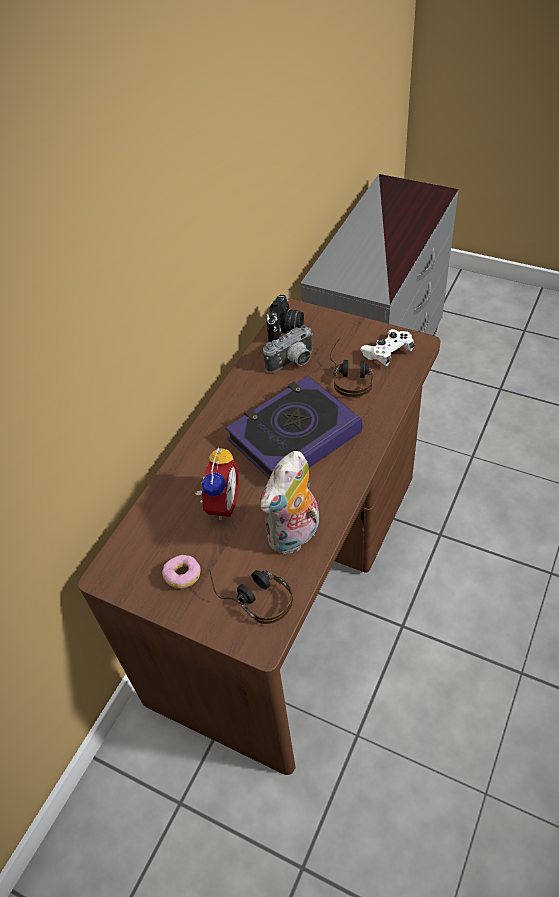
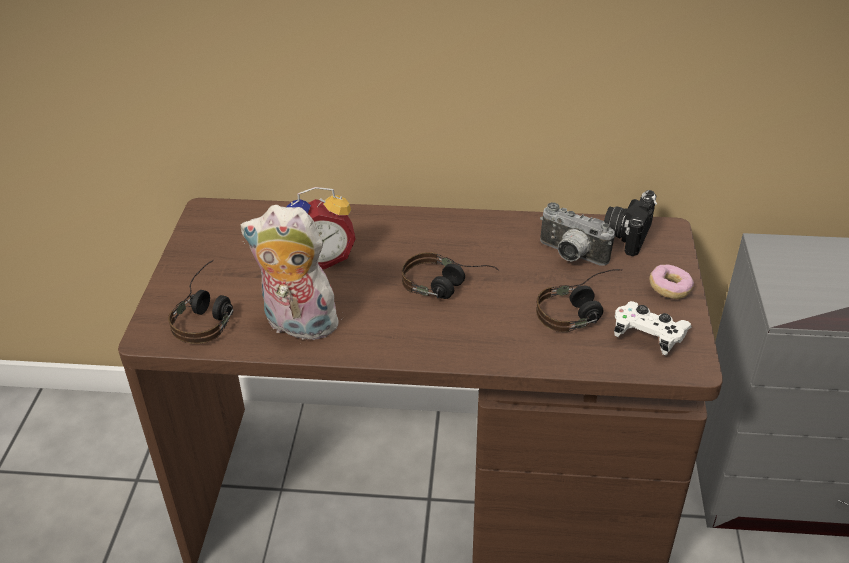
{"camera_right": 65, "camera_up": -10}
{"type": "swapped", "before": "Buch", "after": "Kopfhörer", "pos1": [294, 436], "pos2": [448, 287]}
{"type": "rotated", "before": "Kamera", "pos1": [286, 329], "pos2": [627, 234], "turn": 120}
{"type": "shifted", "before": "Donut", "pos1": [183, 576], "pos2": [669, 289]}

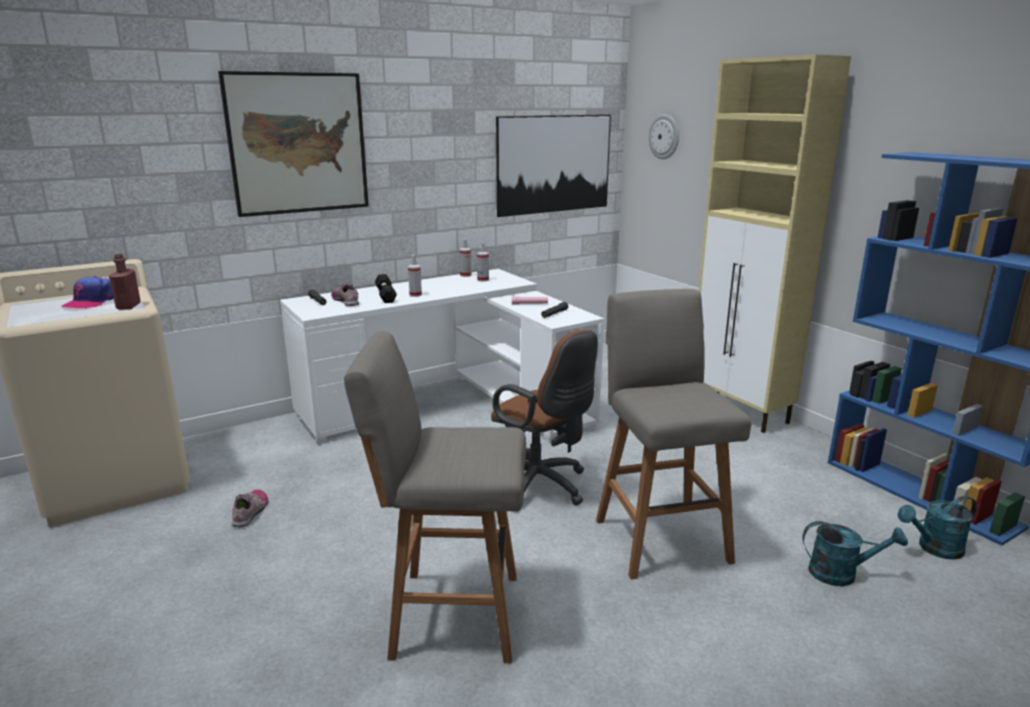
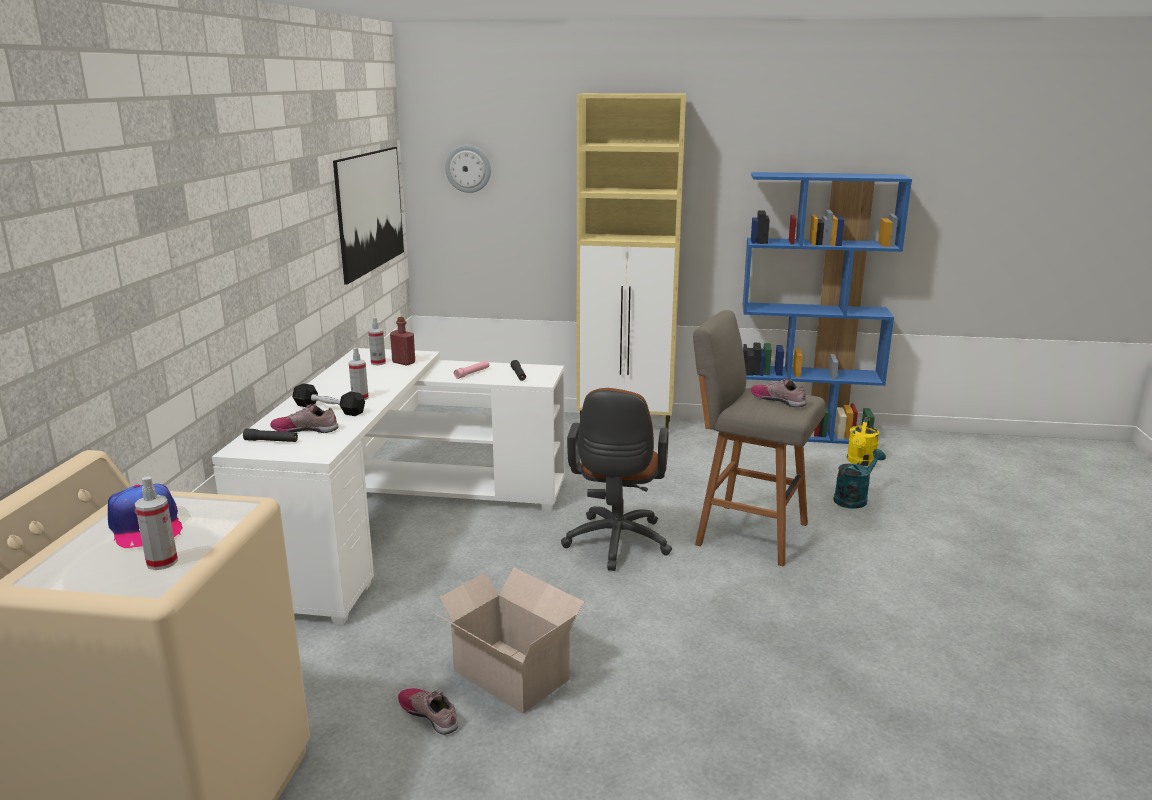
{"camera_right": -50, "camera_up": 0}
{"type": "shifted", "before": "Sprühflasche", "pos1": [465, 275], "pos2": [162, 562]}
{"type": "shifted", "before": "Flasche (rot)", "pos1": [128, 306], "pos2": [403, 362]}
{"type": "new", "after": "Karton", "pos2": [509, 673]}
{"type": "rotated", "before": "Bürostuhl (braun)", "pos1": [541, 487], "pos2": [616, 545], "turn": 105}
{"type": "new", "after": "Schuh", "pos2": [778, 400]}
{"type": "repainted", "before": "Gießkanne (türkis)", "after": "Gießkanne (gelb)", "pos1": [934, 549], "pos2": [860, 462]}
{"type": "gone", "before": "Bild", "pos1": [298, 143]}
{"type": "gone", "before": "Hocker (grau)", "pos1": [450, 614]}

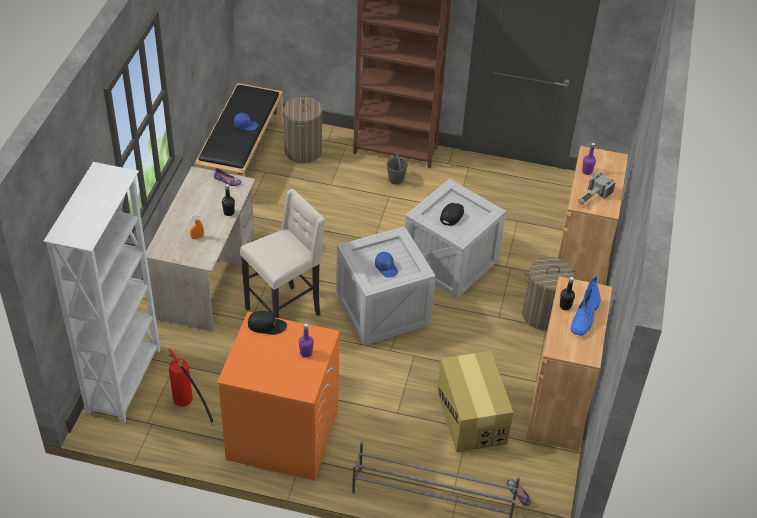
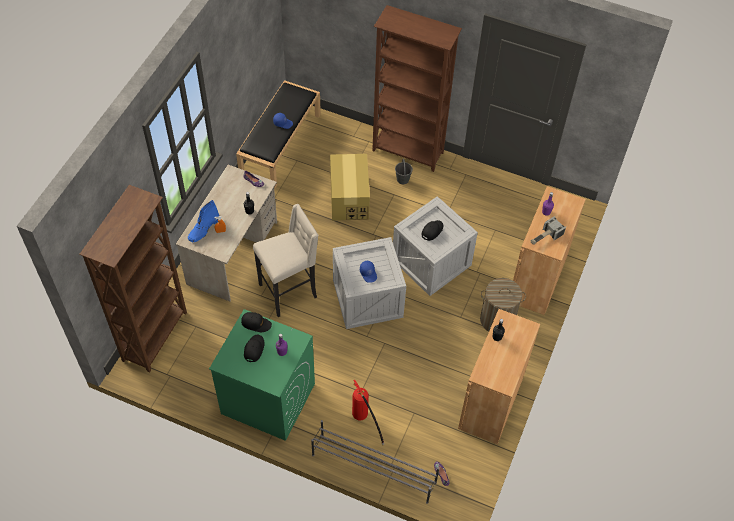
{"camera_right": 10, "camera_up": 10}
{"type": "repainted", "before": "Bücherregal (weiß)", "after": "Bücherregal (braun)", "pos1": [125, 381], "pos2": [156, 336]}
{"type": "shifted", "before": "Stiefel (blau)", "pos1": [584, 318], "pos2": [203, 229]}
{"type": "repainted", "before": "Waschmaschine (orange)", "after": "Waschmaschine (grün)", "pos1": [282, 435], "pos2": [267, 399]}
{"type": "new", "after": "Kappe (schwarz)", "pos2": [254, 349]}
{"type": "shifted", "before": "Karton", "pos1": [471, 417], "pos2": [349, 198]}
{"type": "shifted", "before": "Feuerlöscher", "pos1": [189, 407], "pos2": [364, 421]}
{"type": "gone", "before": "Wäschekorb", "pos1": [303, 151]}

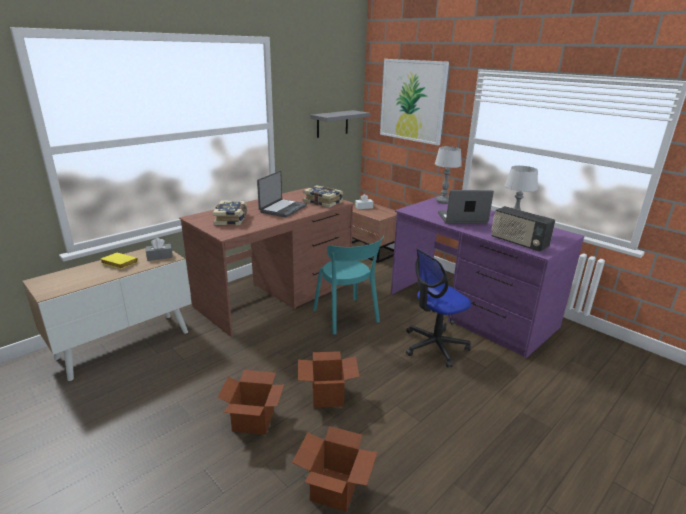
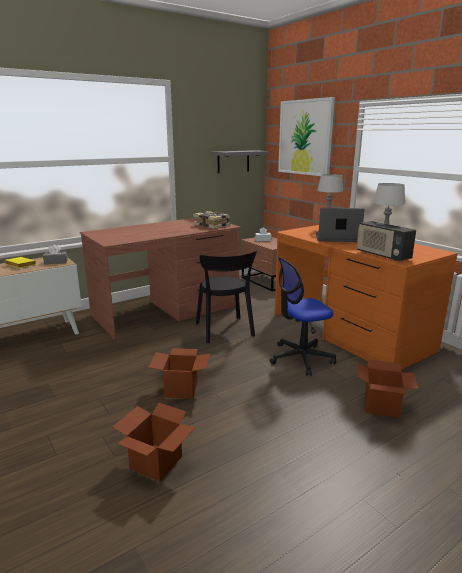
{"camera_right": 10, "camera_up": -5}
{"type": "repainted", "before": "Stuhl (türkis)", "after": "Stuhl (schwarz)", "pos1": [347, 317], "pos2": [225, 331]}
{"type": "repainted", "before": "Schreibtisch (lila)", "after": "Schreibtisch (orange)", "pos1": [470, 310], "pos2": [349, 332]}
{"type": "shifted", "before": "Karton", "pos1": [253, 421], "pos2": [381, 406]}
{"type": "gone", "before": "Buch", "pos1": [232, 219]}
{"type": "gone", "before": "Laptop", "pos1": [282, 209]}

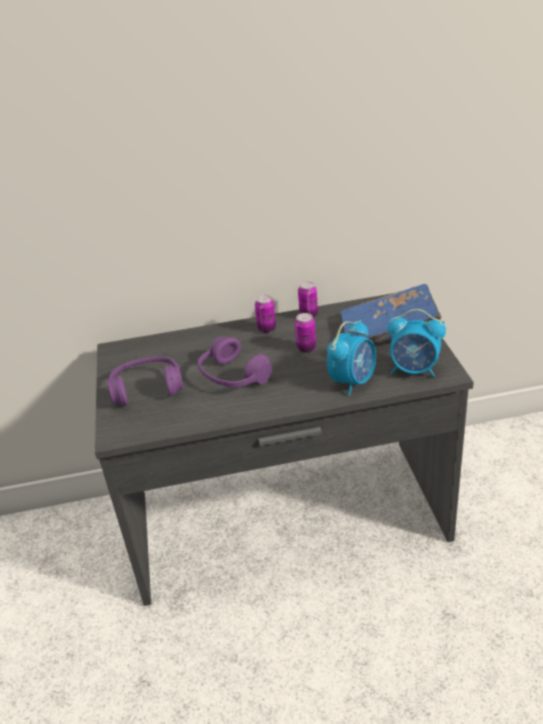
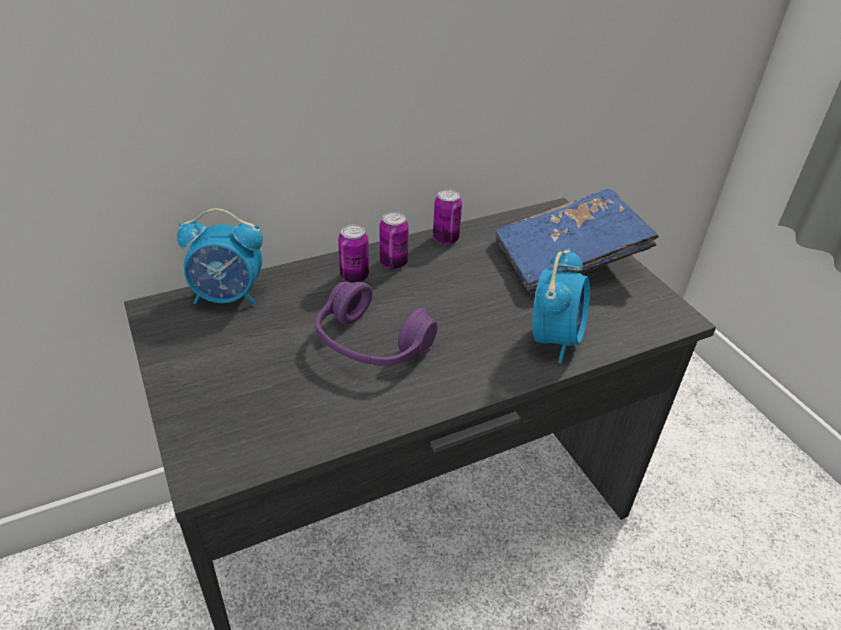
{"camera_right": -20, "camera_up": 5}
{"type": "shifted", "before": "Wecker", "pos1": [414, 370], "pos2": [228, 297]}
{"type": "shifted", "before": "Dose", "pos1": [306, 348], "pos2": [354, 276]}
{"type": "gone", "before": "Kopfhörer (lila)", "pos1": [147, 389]}

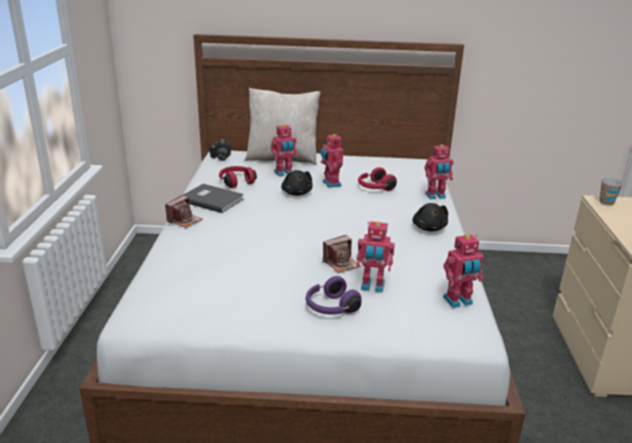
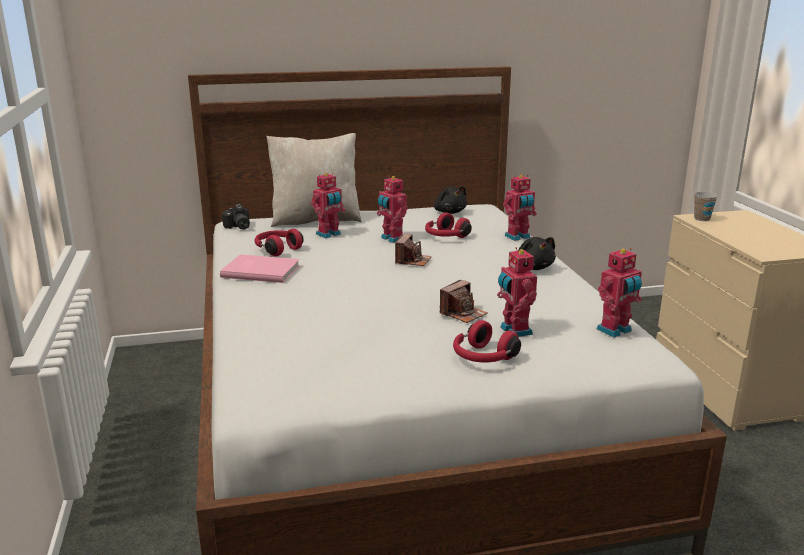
{"camera_right": -15, "camera_up": -5}
{"type": "repainted", "before": "Buch (grau)", "after": "Buch (rosa)", "pos1": [212, 199], "pos2": [260, 270]}
{"type": "shifted", "before": "Kamera", "pos1": [184, 220], "pos2": [412, 261]}
{"type": "shifted", "before": "Plüschtier (schwarz)", "pos1": [297, 193], "pos2": [449, 212]}
{"type": "repainted", "before": "Kopfhörer (lila)", "after": "Kopfhörer (rot)", "pos1": [330, 307], "pos2": [483, 358]}
{"type": "rotated", "before": "Spielzeugroboter", "pos1": [372, 287], "pos2": [514, 331], "turn": 75}

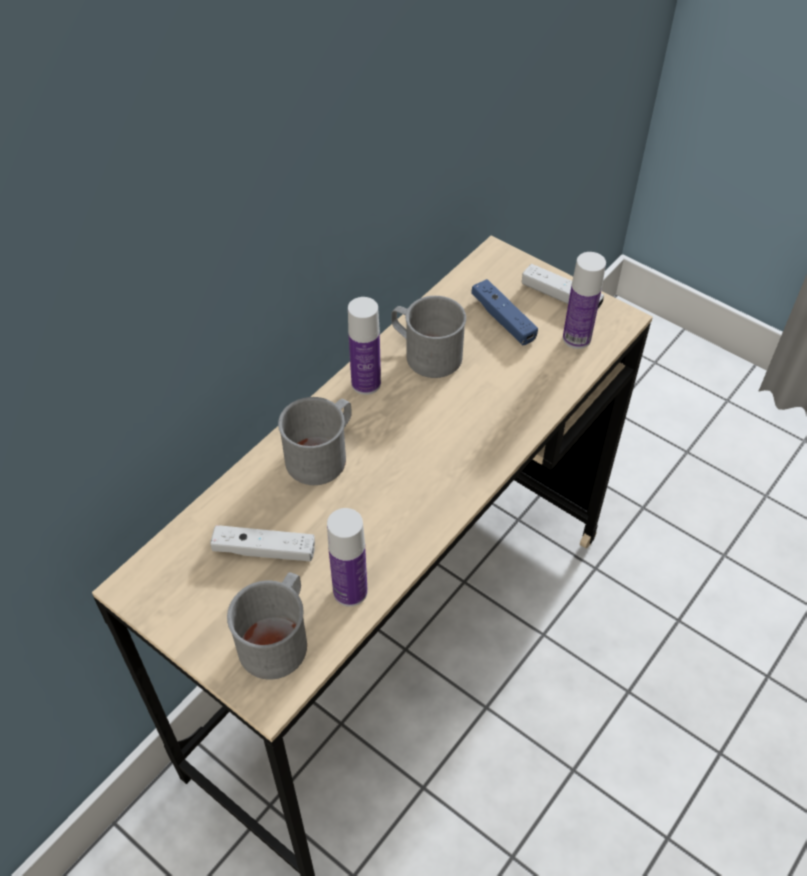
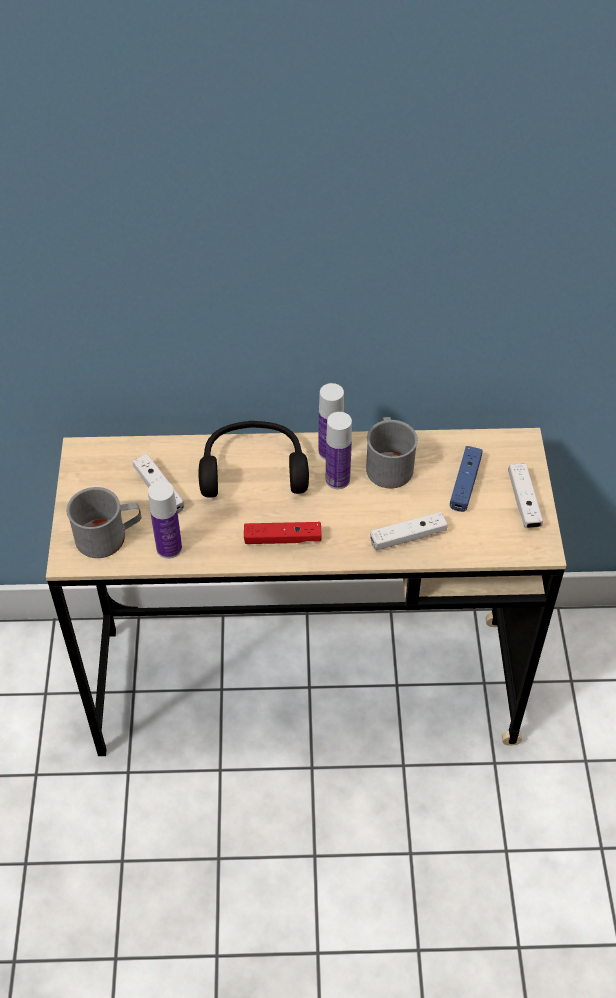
{"camera_right": 50, "camera_up": 0}
{"type": "swapped", "before": "Henkelbecher (grau)", "after": "Kopfhörer (schwarz)", "pos1": [322, 454], "pos2": [253, 468]}
{"type": "new", "after": "Gamepad (rot)", "pos2": [282, 539]}
{"type": "shifted", "before": "Flasche", "pos1": [576, 338], "pos2": [337, 480]}
{"type": "new", "after": "Gamepad (weiß)", "pos2": [408, 537]}

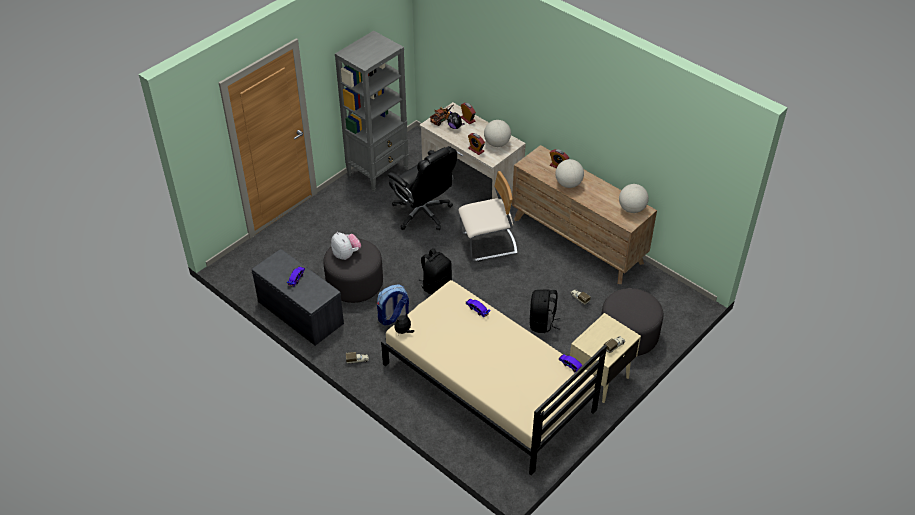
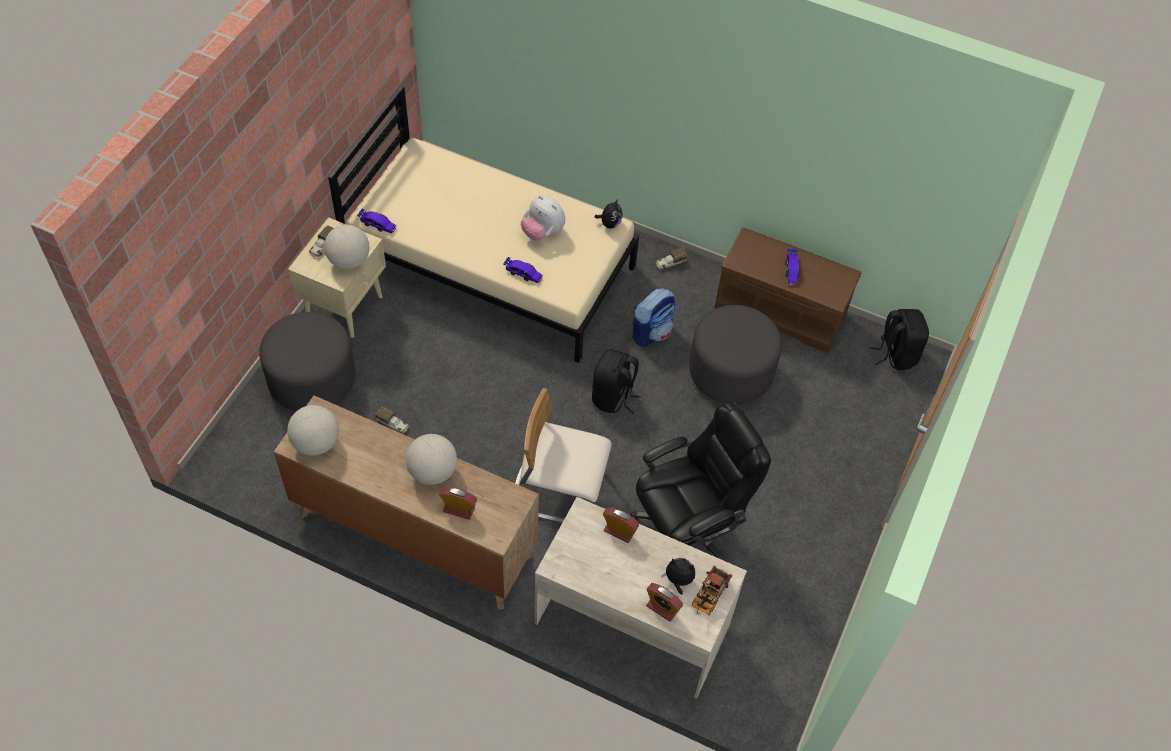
{"camera_right": 160, "camera_up": 10}
{"type": "shifted", "before": "Globus", "pos1": [497, 143], "pos2": [349, 261]}
{"type": "rotated", "before": "Stuhl (beige)", "pos1": [488, 244], "pos2": [558, 490], "turn": 45}
{"type": "shifted", "before": "Plüschtier", "pos1": [346, 254], "pos2": [542, 232]}
{"type": "rotated", "before": "Bürostuhl (schwarz)", "pos1": [423, 213], "pos2": [688, 528], "turn": 120}
{"type": "repainted", "before": "Bank (grau)", "after": "Bank (braun)", "pos1": [299, 312], "pos2": [782, 310]}
{"type": "shifted", "before": "Rucksack (schwarz)", "pos1": [542, 323], "pos2": [896, 354]}
{"type": "gone", "before": "Bücherregal (grau)", "pos1": [378, 171]}

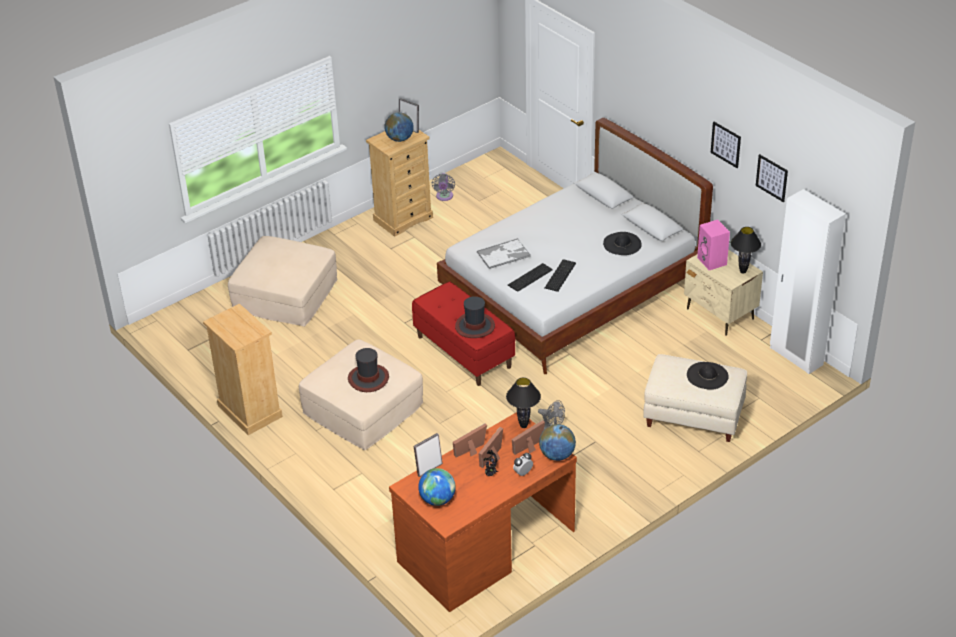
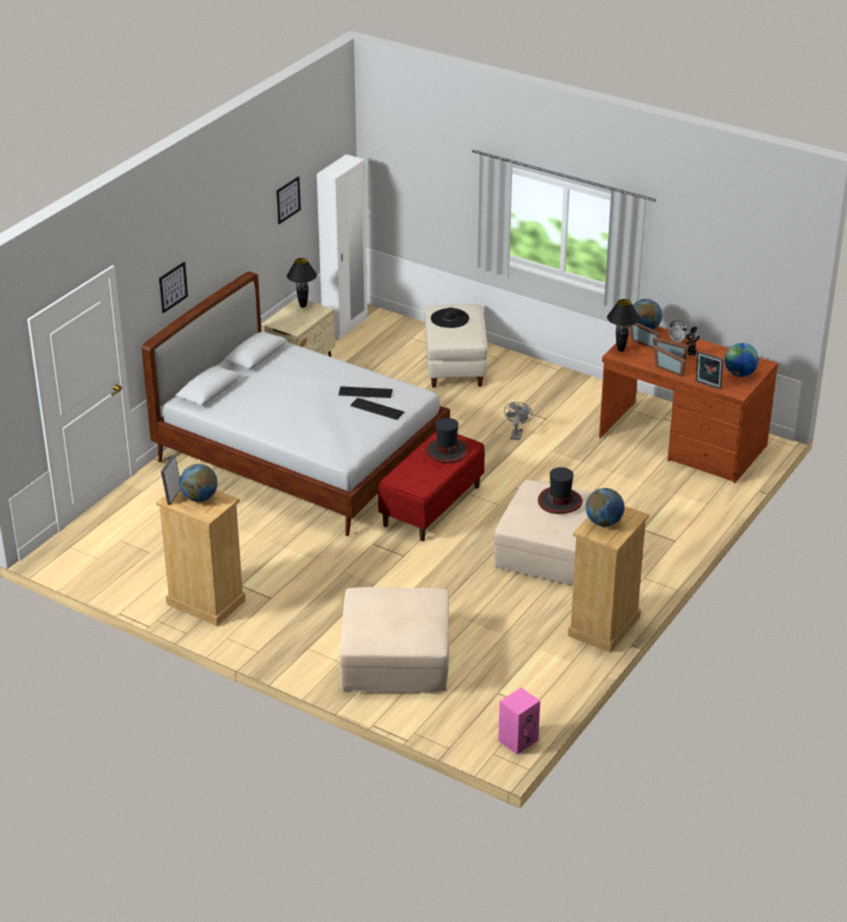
{"camera_right": -110, "camera_up": -5}
{"type": "shifted", "before": "Bild", "pos1": [726, 144], "pos2": [173, 287]}
{"type": "shifted", "before": "Lautsprecher (rosa)", "pos1": [712, 261], "pos2": [518, 739]}
{"type": "new", "after": "Globus", "pos2": [604, 522]}
{"type": "gone", "before": "Ventilator (grau)", "pos1": [444, 197]}
{"type": "gone", "before": "Tablett", "pos1": [504, 254]}
{"type": "gone", "before": "Hut (schwarz)", "pos1": [622, 244]}

